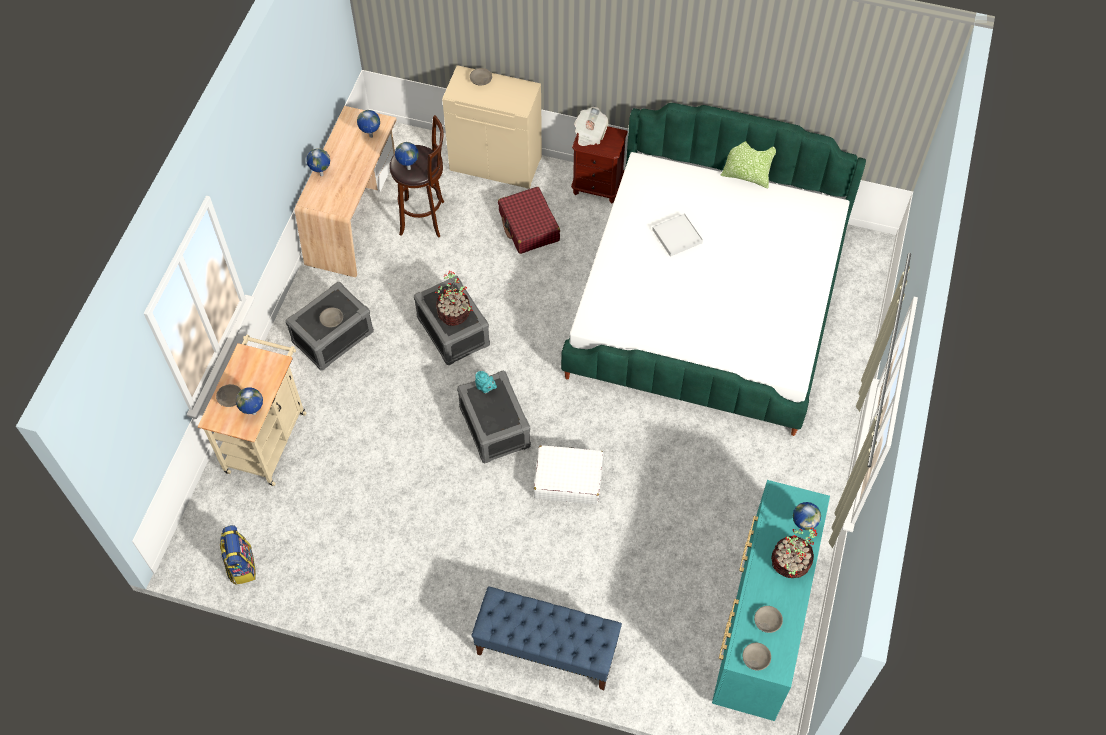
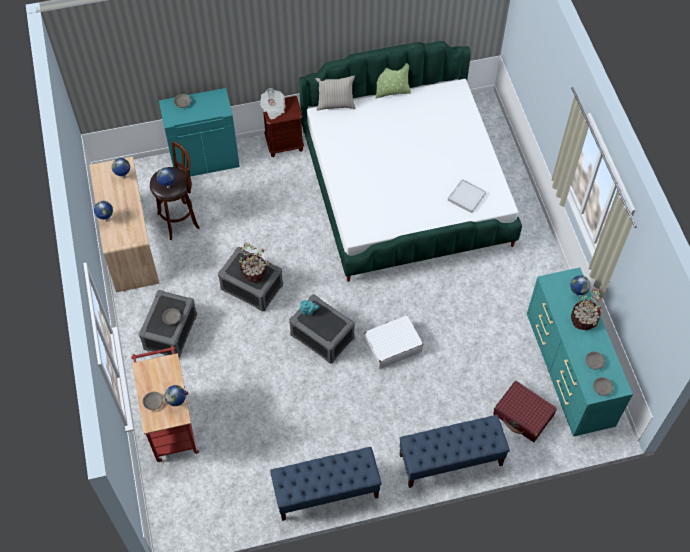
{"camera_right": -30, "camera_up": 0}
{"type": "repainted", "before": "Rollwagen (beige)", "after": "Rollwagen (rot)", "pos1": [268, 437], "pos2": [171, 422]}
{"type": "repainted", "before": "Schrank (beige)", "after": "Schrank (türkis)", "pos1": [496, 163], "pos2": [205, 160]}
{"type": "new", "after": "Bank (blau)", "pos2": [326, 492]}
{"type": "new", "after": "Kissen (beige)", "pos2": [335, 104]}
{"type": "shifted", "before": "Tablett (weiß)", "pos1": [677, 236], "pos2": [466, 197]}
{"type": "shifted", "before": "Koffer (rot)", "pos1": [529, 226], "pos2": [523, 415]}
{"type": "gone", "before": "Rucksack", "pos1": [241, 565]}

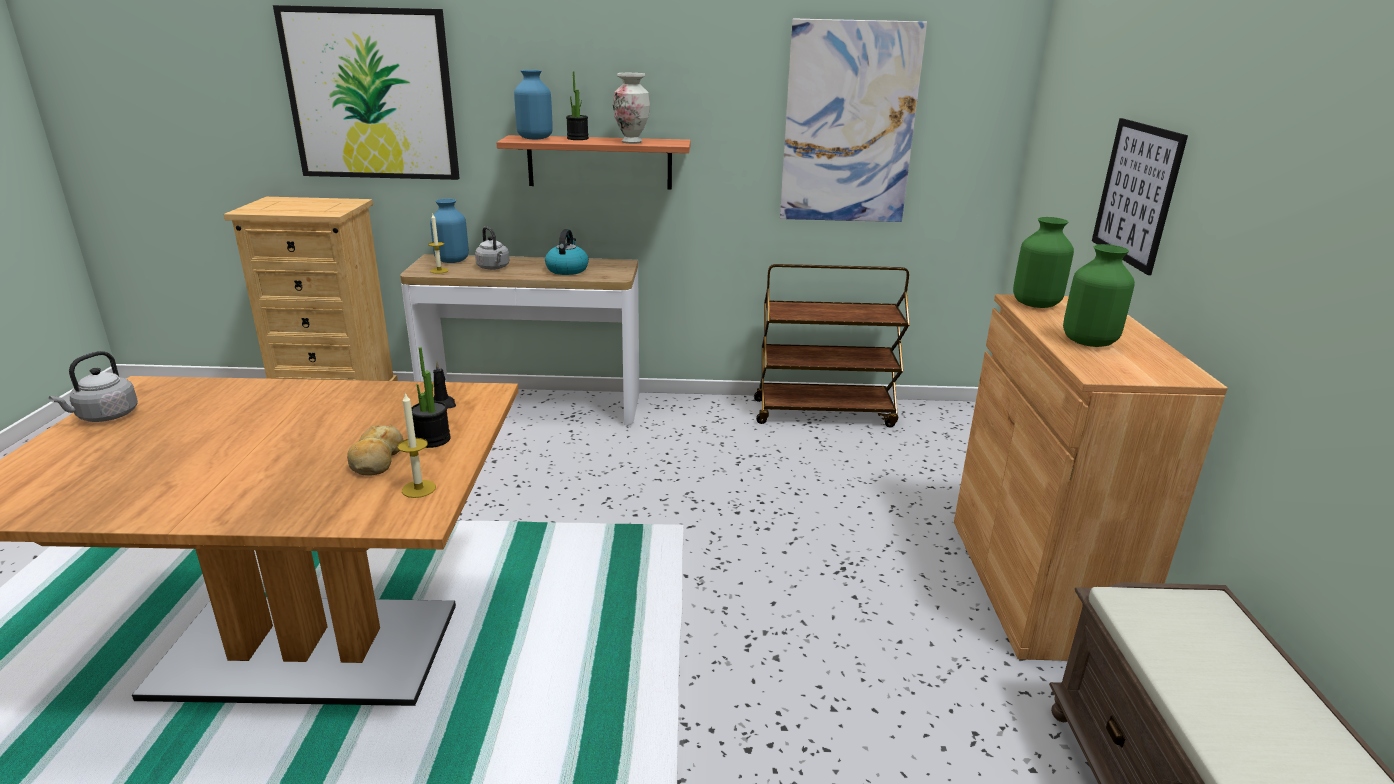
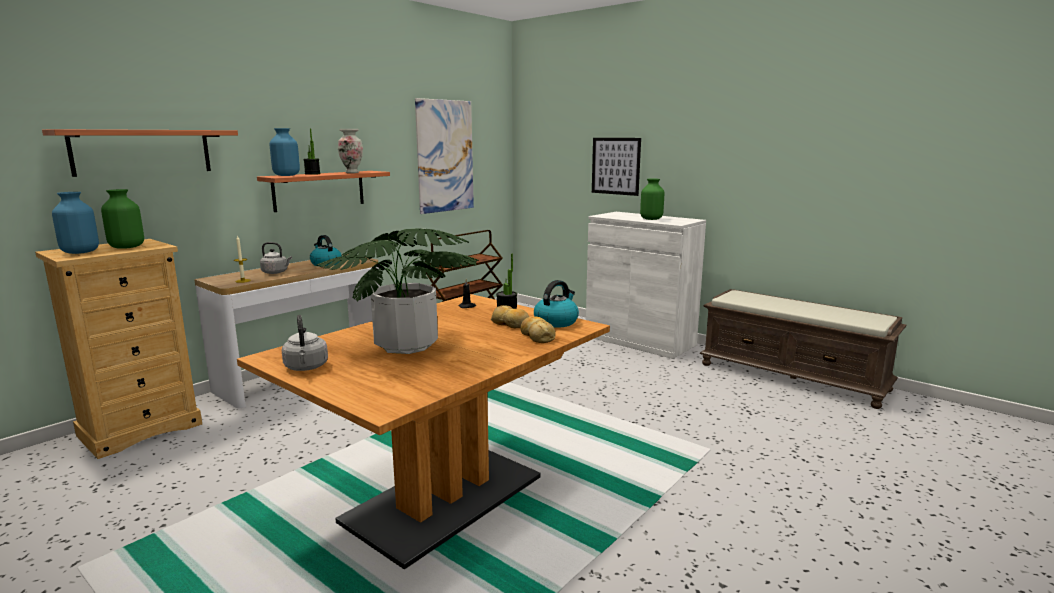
{"camera_right": -50, "camera_up": -10}
{"type": "swapped", "before": "Bild", "after": "Wandregal", "pos1": [371, 95], "pos2": [142, 152]}
{"type": "shifted", "before": "Vase (blau)", "pos1": [451, 260], "pos2": [80, 252]}
{"type": "shifted", "before": "Vase (grün)", "pos1": [1035, 303], "pos2": [126, 247]}
{"type": "new", "after": "Topfpflanze", "pos2": [406, 345]}
{"type": "new", "after": "Brot", "pos2": [537, 336]}
{"type": "swapped", "before": "Kerze", "after": "Wasserkessel", "pos1": [419, 489], "pos2": [556, 322]}
{"type": "repainted", "before": "Schrank (braun)", "after": "Schrank (weiß)", "pos1": [1035, 584], "pos2": [639, 340]}

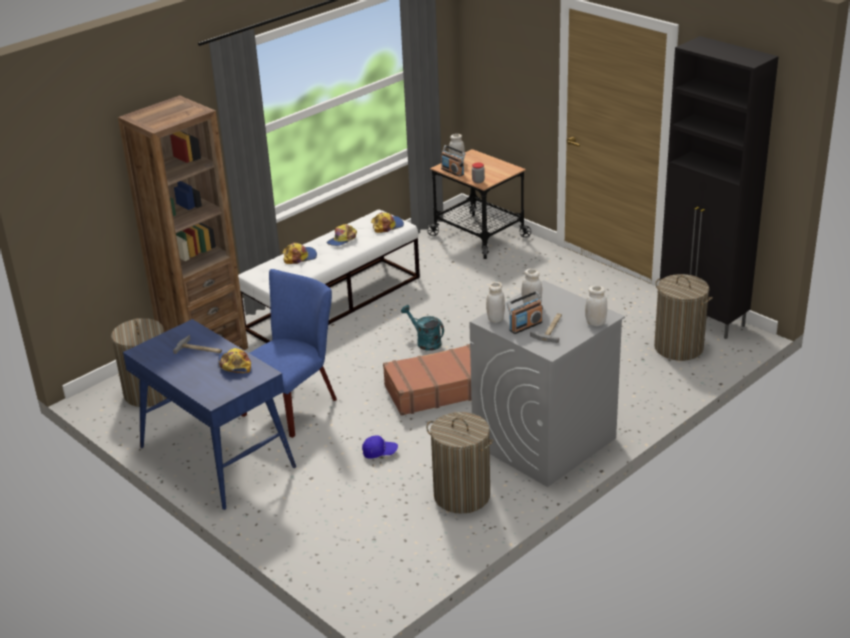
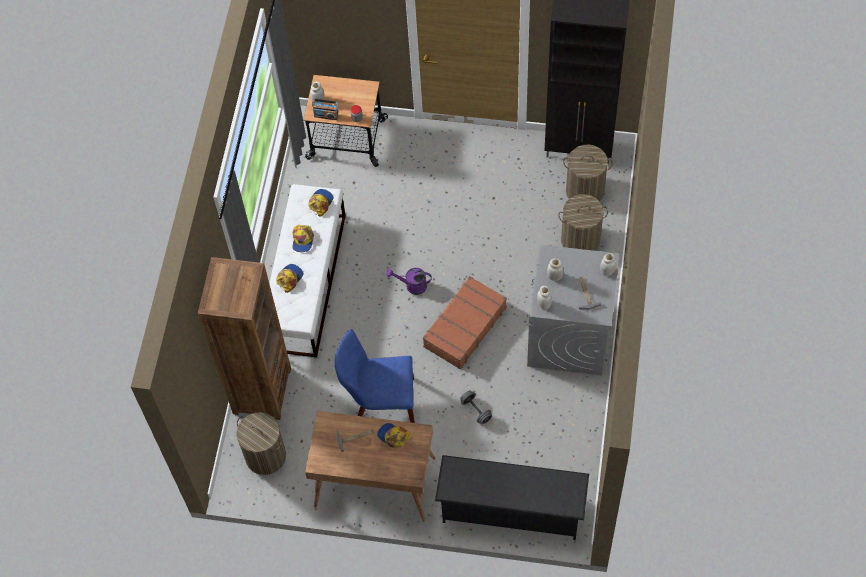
{"camera_right": -35, "camera_up": 30}
{"type": "repainted", "before": "Schreibtisch (blau)", "after": "Schreibtisch (braun)", "pos1": [216, 457], "pos2": [374, 483]}
{"type": "rotated", "before": "Stuhl (blau)", "pos1": [295, 404], "pos2": [379, 402], "turn": -90}
{"type": "repainted", "before": "Gießkanne (türkis)", "after": "Gießkanne (lila)", "pos1": [425, 342], "pos2": [412, 286]}
{"type": "new", "after": "Schuhregal (schwarz)", "pos2": [511, 510]}
{"type": "swapped", "before": "Kappe (blau)", "after": "Hantel (grau)", "pos1": [380, 452], "pos2": [476, 411]}
{"type": "shifted", "before": "Wäschekorb", "pos1": [461, 495], "pos2": [580, 240]}
{"type": "gone", "before": "Radio", "pos1": [525, 326]}

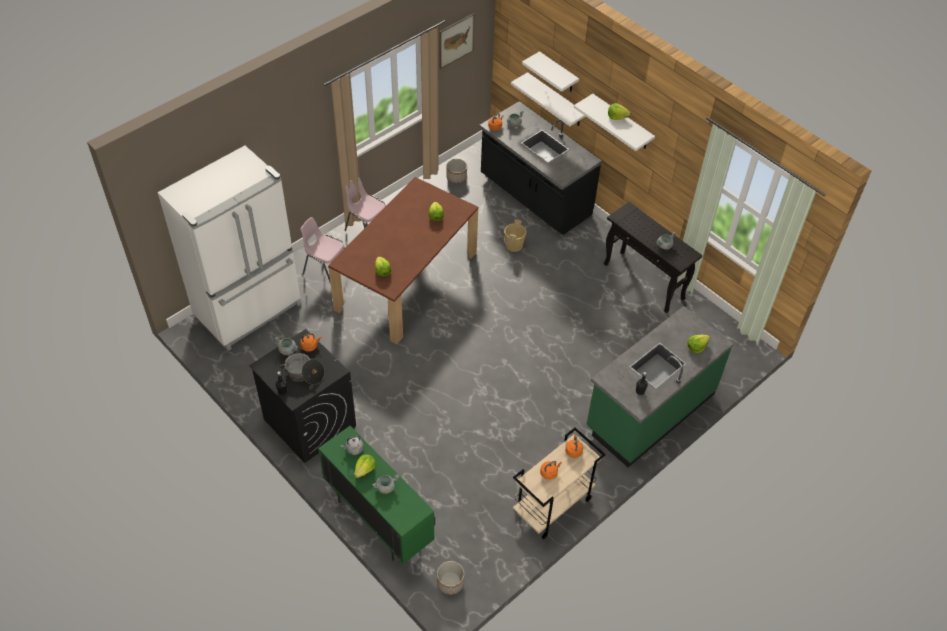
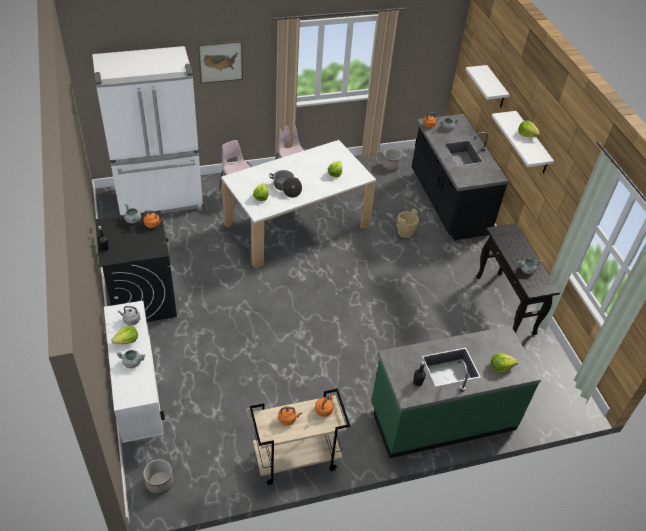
{"camera_right": 25, "camera_up": -5}
{"type": "repainted", "before": "Schrank (grün)", "after": "Schrank (weiß)", "pos1": [378, 520], "pos2": [139, 399]}
{"type": "shifted", "before": "Bild", "pos1": [456, 40], "pos2": [220, 62]}
{"type": "repainted", "before": "Esstisch (braun)", "after": "Esstisch (weiß)", "pos1": [407, 281], "pos2": [297, 225]}
{"type": "shifted", "before": "Kochtopf", "pos1": [304, 373], "pos2": [286, 188]}
{"type": "gone", "before": "Wandregal (weiß)", "pos1": [555, 100]}

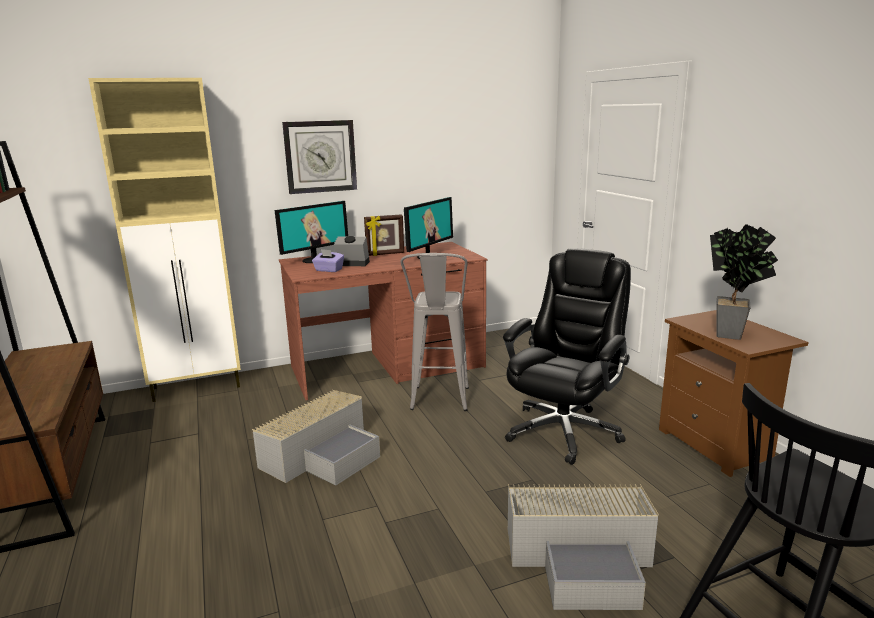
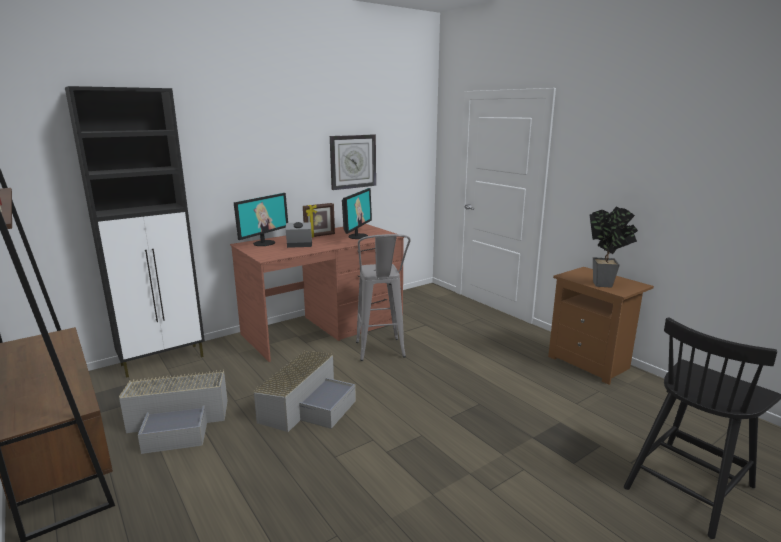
{"camera_right": -15, "camera_up": 0}
{"type": "repainted", "before": "Schrank (beige)", "after": "Schrank (schwarz)", "pos1": [198, 387], "pos2": [164, 360]}
{"type": "shifted", "before": "Aufbewahrungsbox (grau)", "pos1": [583, 559], "pos2": [179, 422]}
{"type": "shifted", "before": "Wanduhr", "pos1": [320, 156], "pos2": [353, 161]}
{"type": "gone", "before": "Taschentuchbox (lila)", "pos1": [328, 270]}
{"type": "gone", "before": "Bürostuhl (schwarz)", "pos1": [564, 430]}

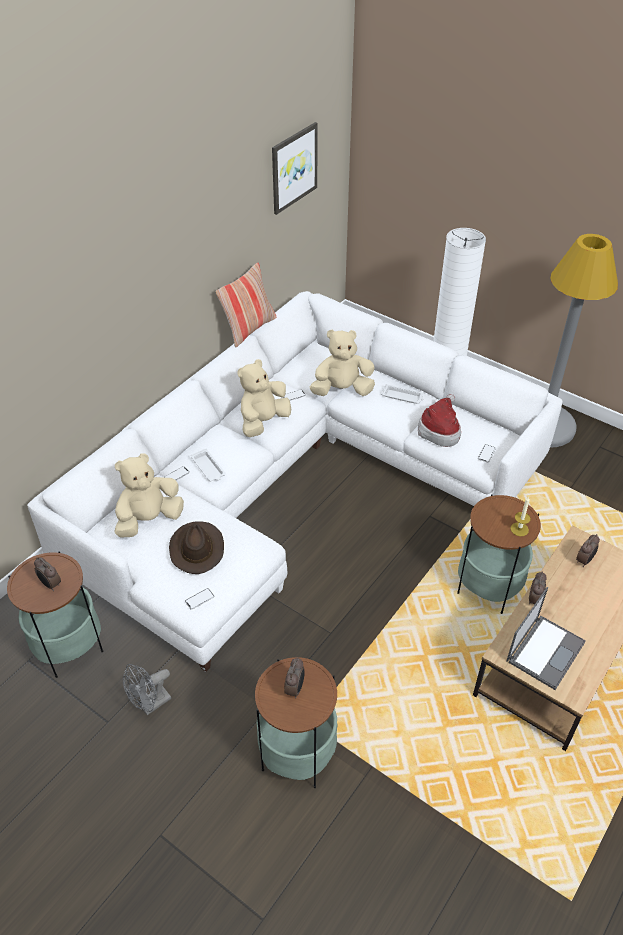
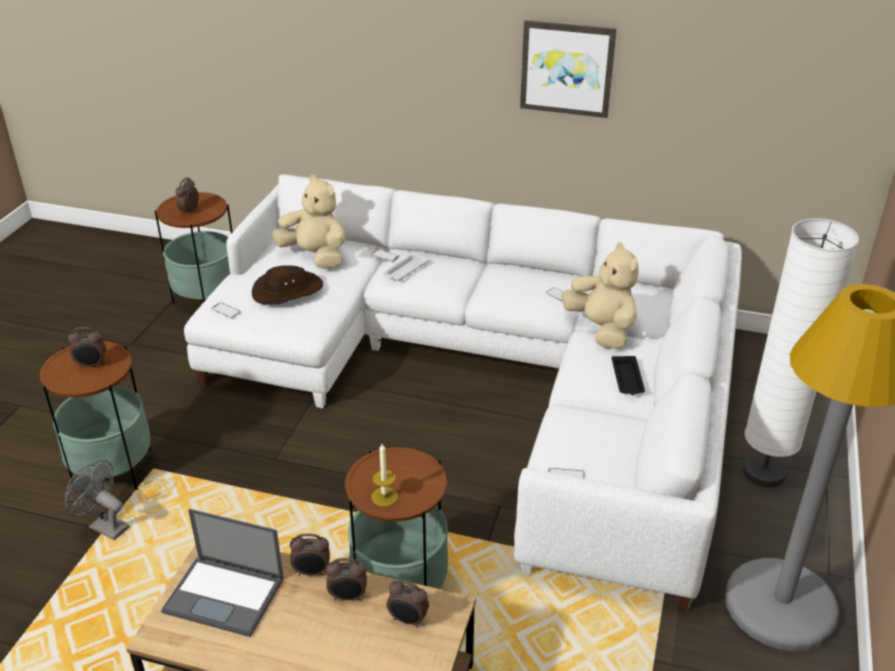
{"camera_right": 70, "camera_up": -10}
{"type": "shifted", "before": "Ventilator (grau)", "pos1": [150, 705], "pos2": [104, 526]}
{"type": "new", "after": "Wecker", "pos2": [348, 597]}
{"type": "shifted", "before": "Bild", "pos1": [293, 168], "pos2": [567, 68]}
{"type": "repainted", "before": "Tablett (weiß)", "after": "Tablett (schwarz)", "pos1": [402, 396], "pos2": [627, 379]}
{"type": "gone", "before": "Kissen", "pos1": [249, 329]}
{"type": "gone", "before": "Plüschtier (beige)", "pos1": [263, 422]}
{"type": "gone", "before": "Hut", "pos1": [440, 430]}

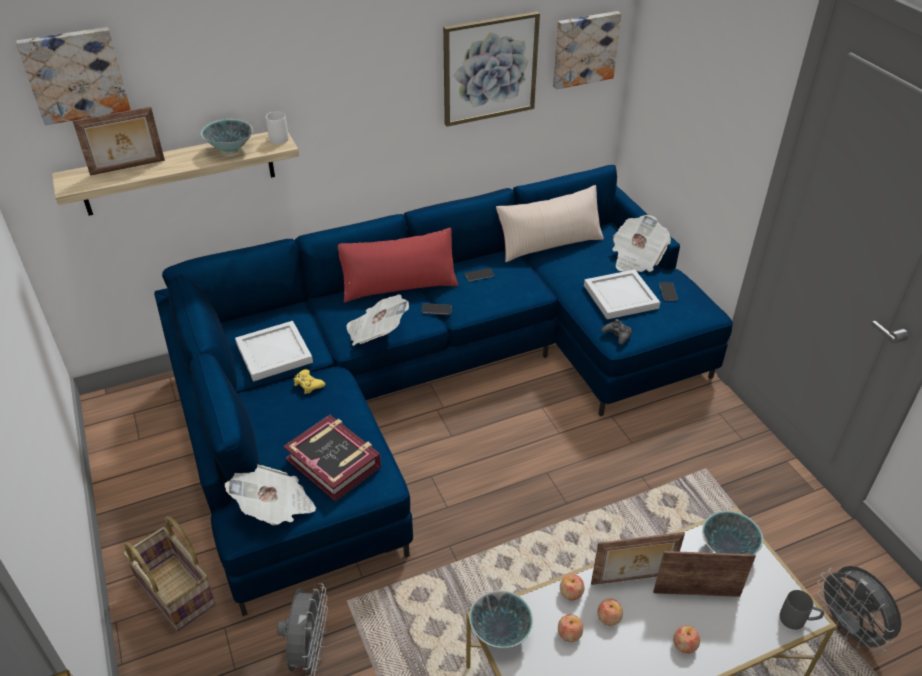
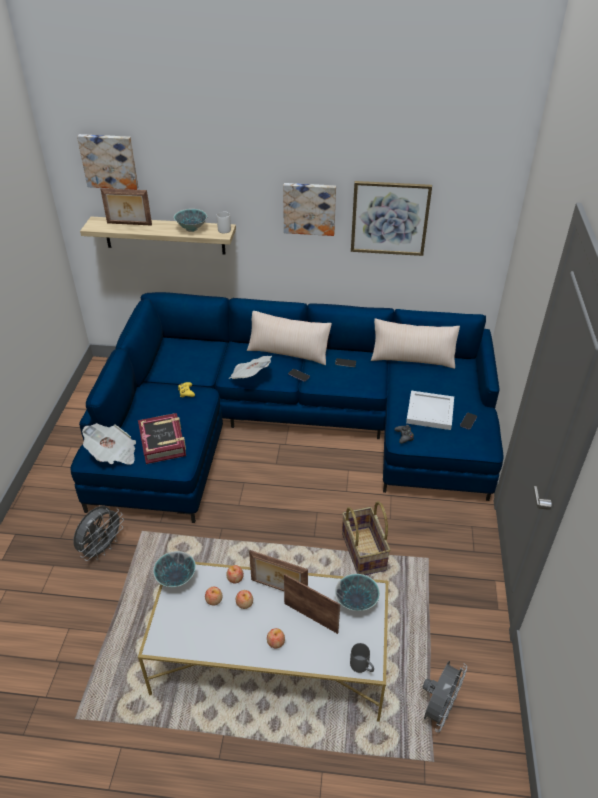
{"camera_right": 30, "camera_up": 0}
{"type": "repainted", "before": "Kissen (rot)", "after": "Kissen (beige)", "pos1": [399, 286], "pos2": [288, 352]}
{"type": "shifted", "before": "Bild", "pos1": [584, 49], "pos2": [309, 208]}
{"type": "shifted", "before": "Korb", "pos1": [177, 591], "pos2": [364, 551]}
{"type": "rotated", "before": "Ventilator (grau)", "pos1": [848, 629], "pos2": [438, 708], "turn": -150}
{"type": "gone", "before": "Tablett (weiß)", "pos1": [275, 353]}
{"type": "gone", "before": "Zeitung", "pos1": [636, 258]}

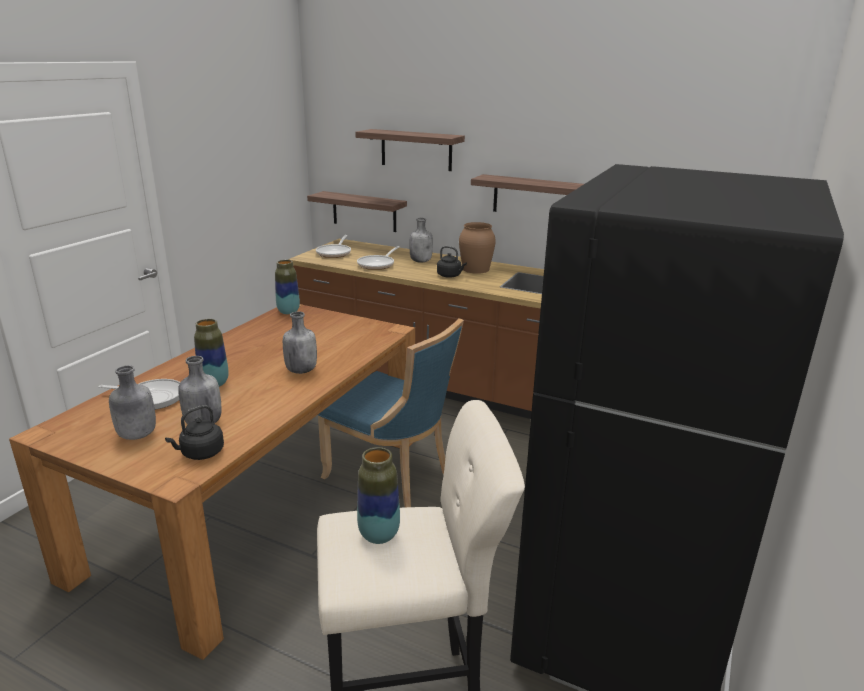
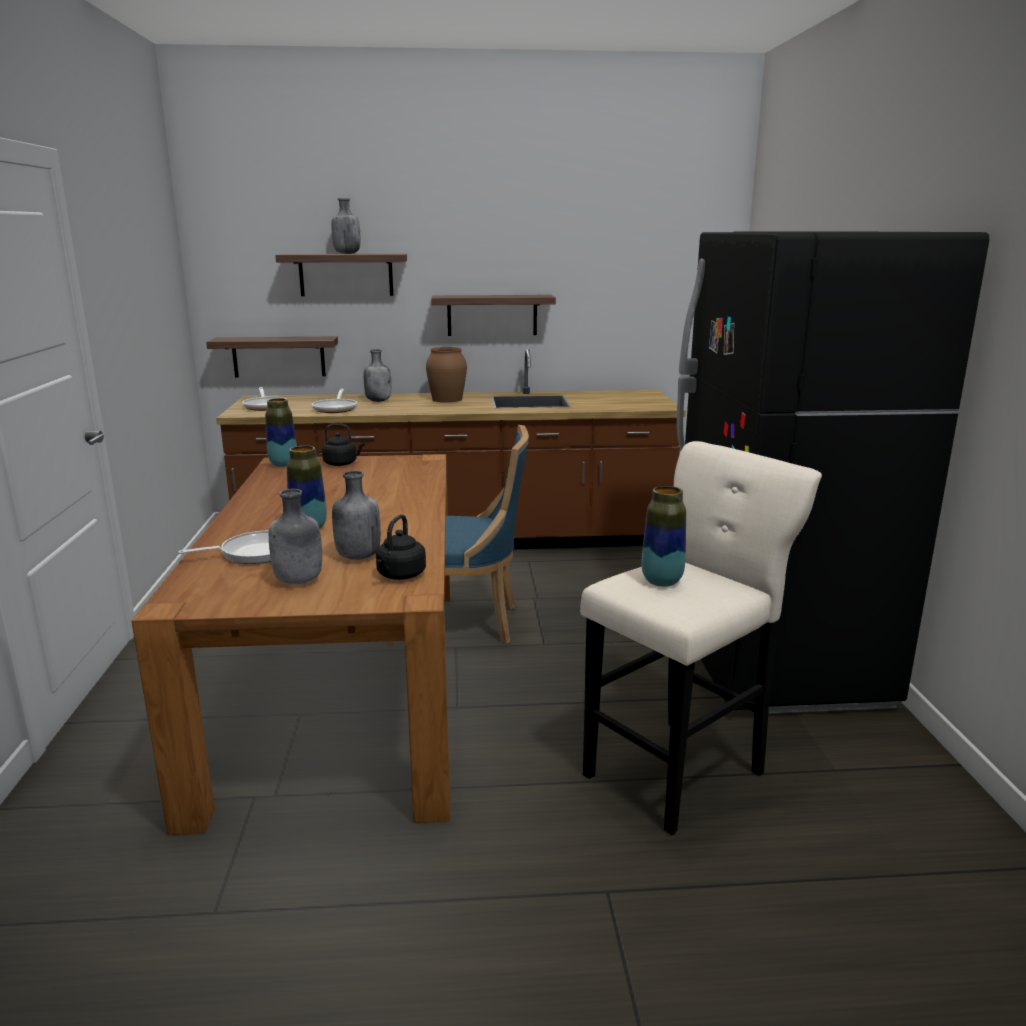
{"camera_right": -30, "camera_up": -5}
{"type": "shifted", "before": "Wasserkessel (schwarz)", "pos1": [450, 276], "pos2": [342, 464]}
{"type": "shifted", "before": "Flasche (grau)", "pos1": [301, 370], "pos2": [346, 253]}

